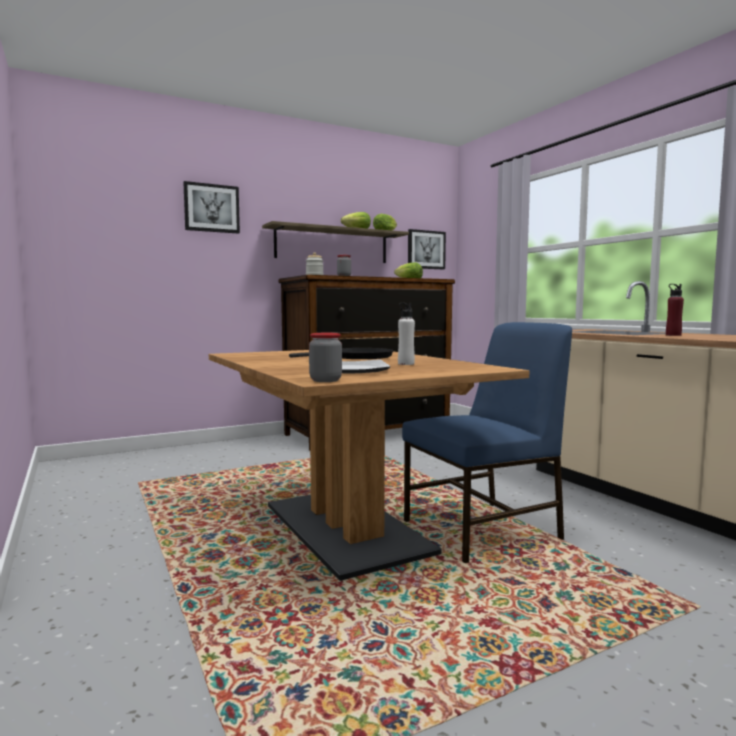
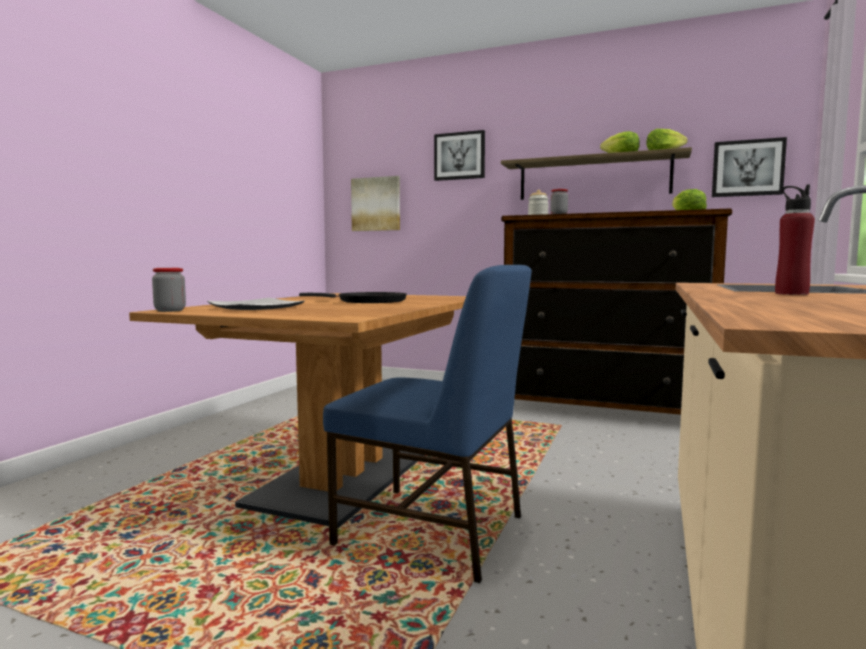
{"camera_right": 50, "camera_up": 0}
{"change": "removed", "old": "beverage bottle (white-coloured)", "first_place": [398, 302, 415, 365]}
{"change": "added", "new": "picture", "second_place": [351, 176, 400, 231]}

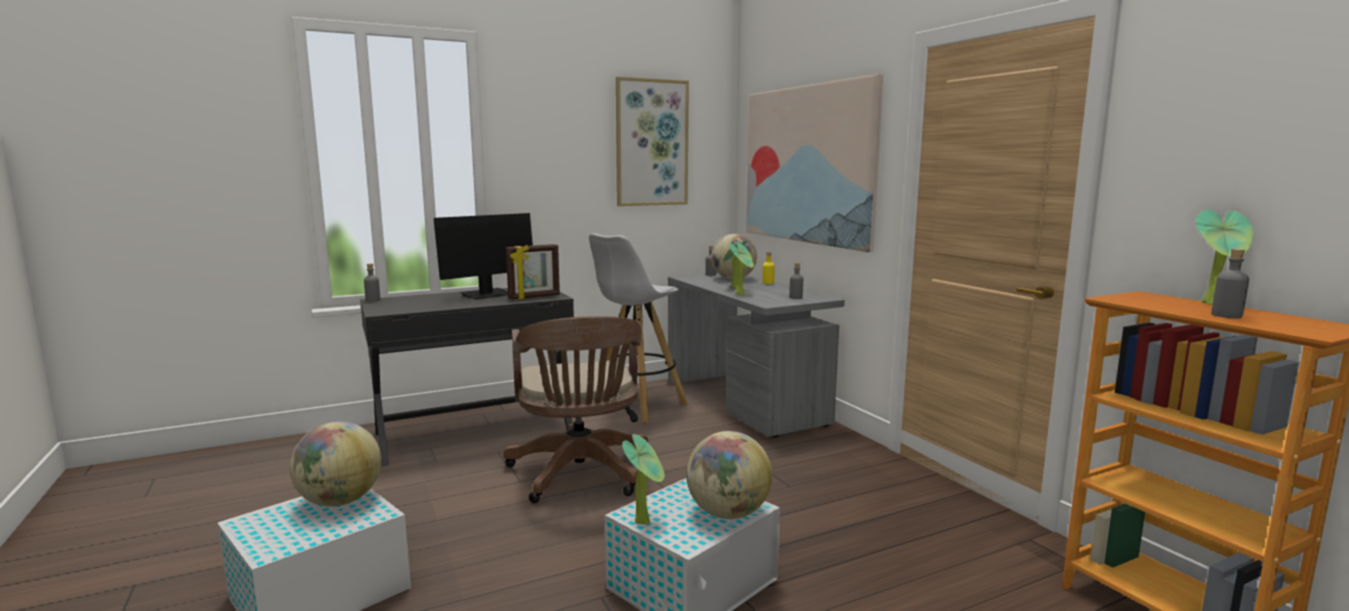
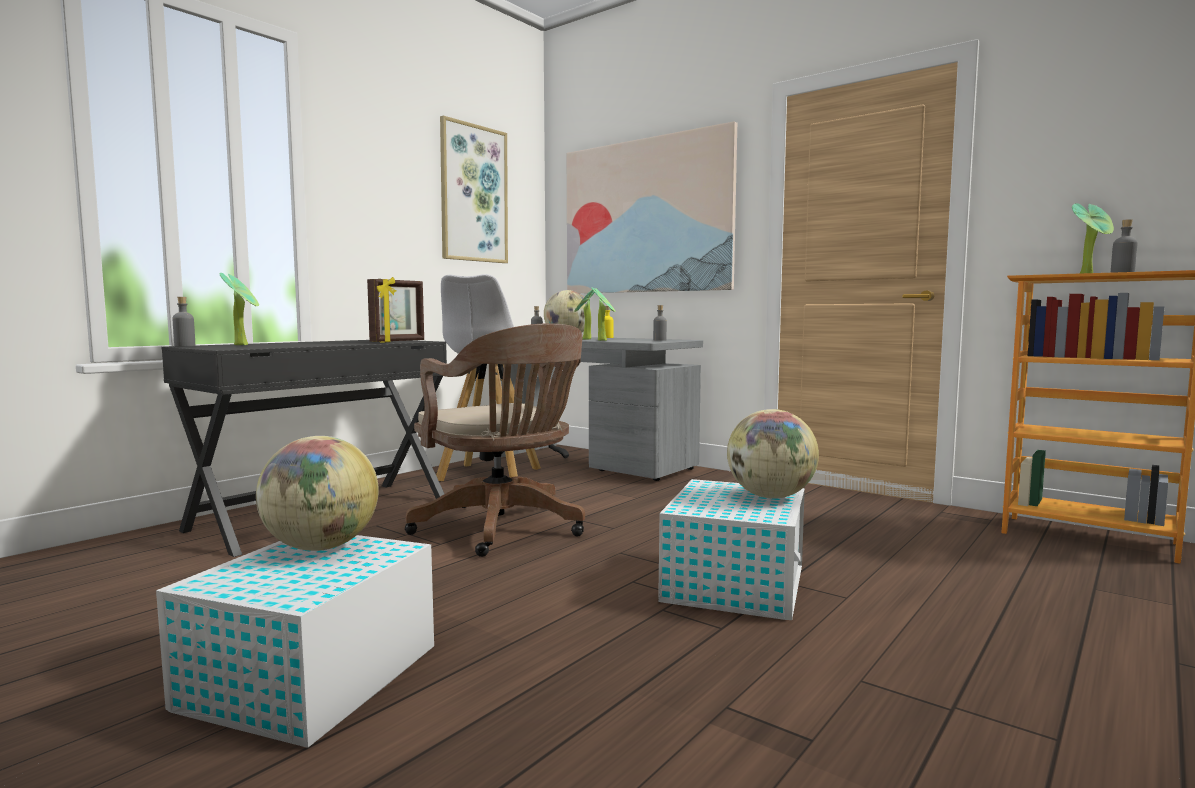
{"camera_right": -25, "camera_up": -5}
{"change": "removed", "old": "computer screen", "first_place": [434, 213, 533, 299]}
{"change": "moved", "old": "houseplant", "first_place": [622, 434, 665, 525], "second_place": [219, 273, 259, 345]}

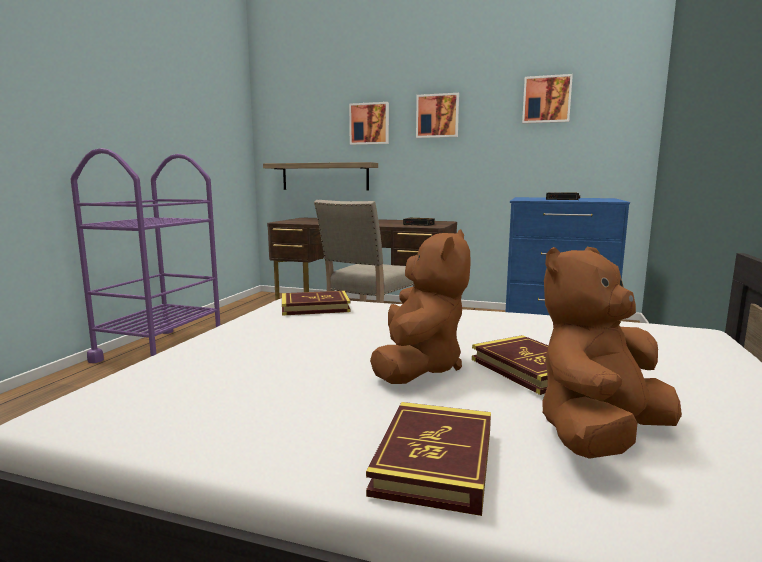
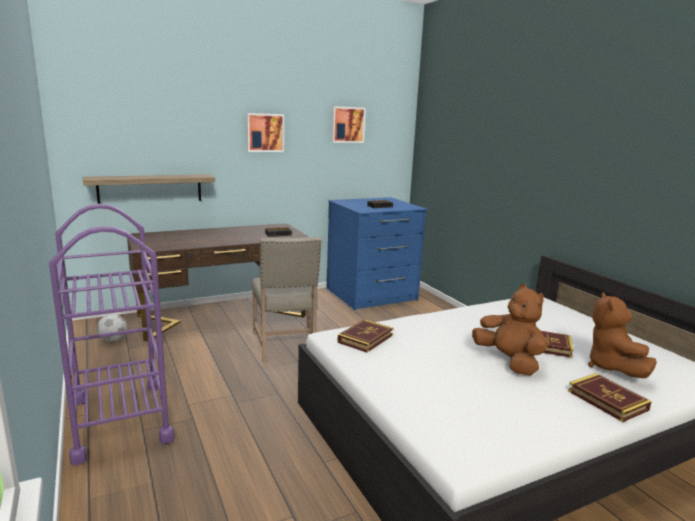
{"camera_right": -45, "camera_up": 5}
{"change": "removed", "old": "picture", "first_place": [349, 102, 389, 145]}
{"change": "added", "new": "football ball", "second_place": [97, 314, 127, 342]}

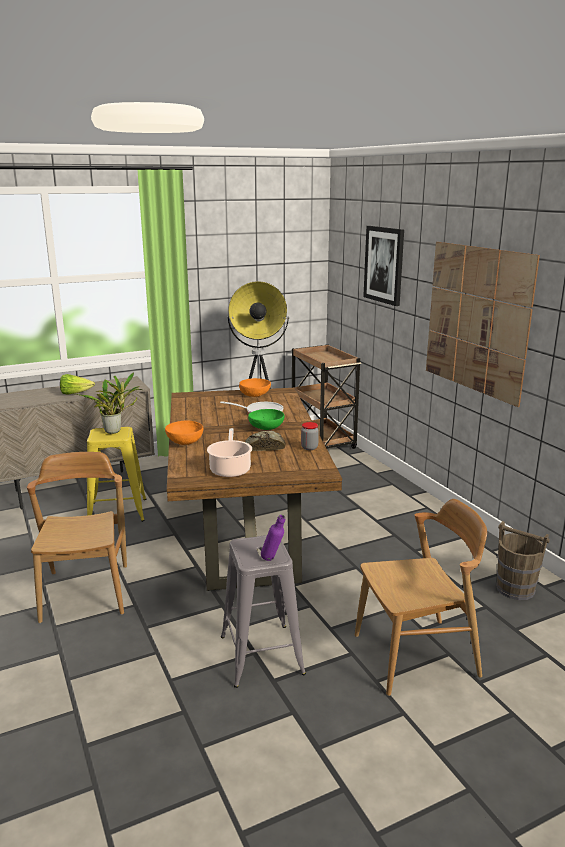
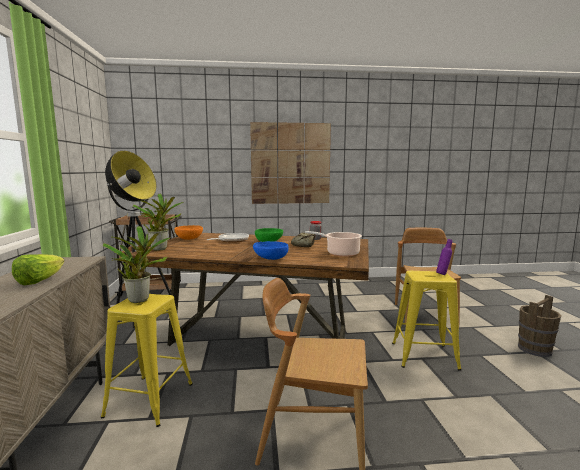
{"camera_right": -70, "camera_up": -10}
{"change": "removed", "old": "picture", "first_place": [363, 226, 404, 306]}
{"change": "recoloured", "old": "bowl (orange-coloured)", "new": "bowl (blue-coloured)", "first_place": [165, 421, 203, 445], "second_place": [253, 241, 289, 260]}
{"change": "moved", "old": "water bucket (brownish)", "first_place": [496, 521, 550, 600], "second_place": [518, 295, 561, 357]}
{"change": "recoloured", "old": "stool (greyish)", "new": "stool (yellow)", "first_place": [221, 535, 306, 688], "second_place": [392, 271, 461, 371]}
{"change": "added", "new": "houseplant", "second_place": [133, 194, 183, 251]}

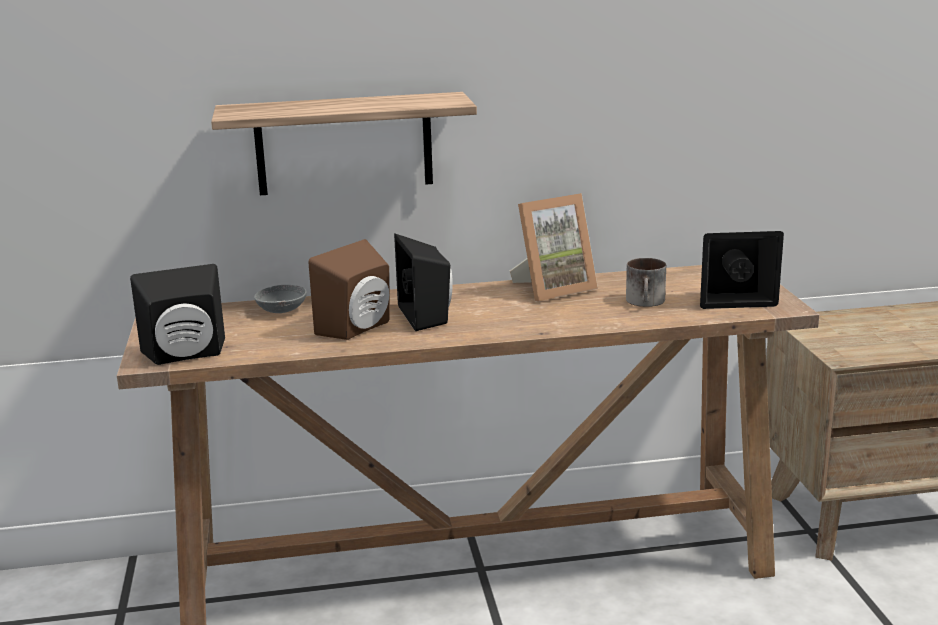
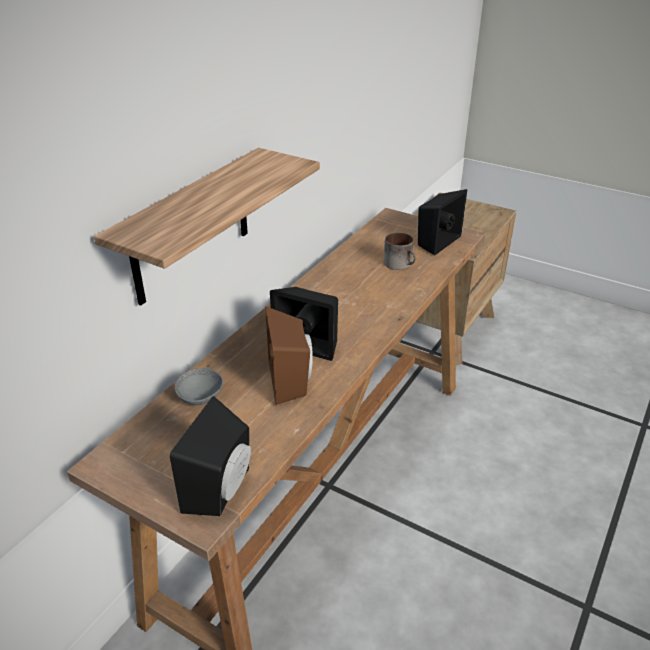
{"camera_right": -50, "camera_up": 15}
{"change": "removed", "old": "photo frame", "first_place": [510, 193, 598, 301]}

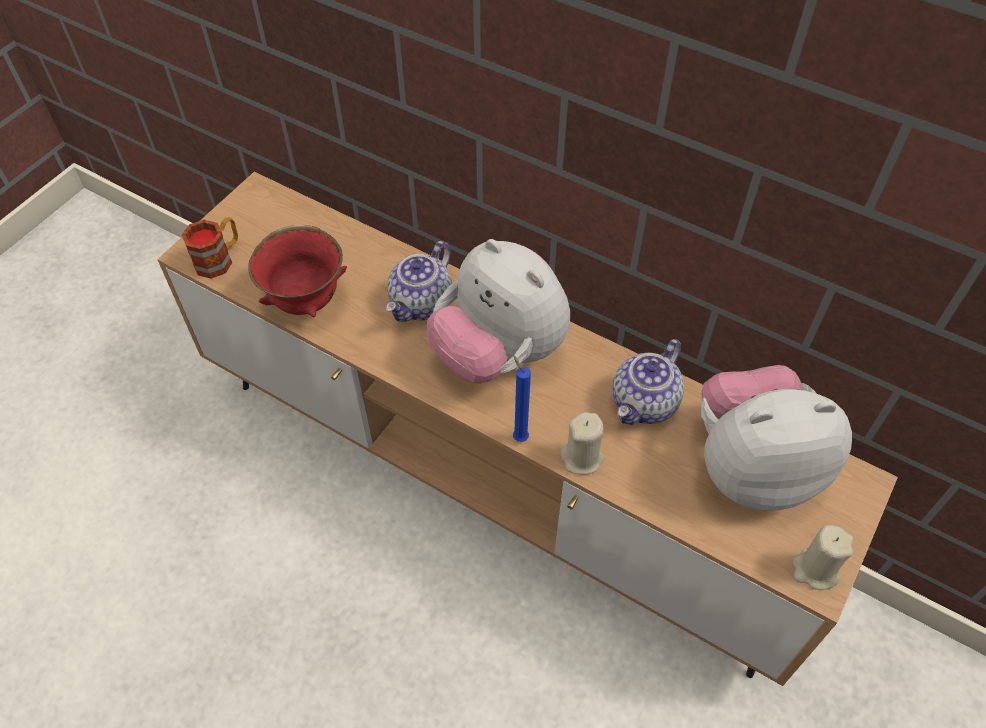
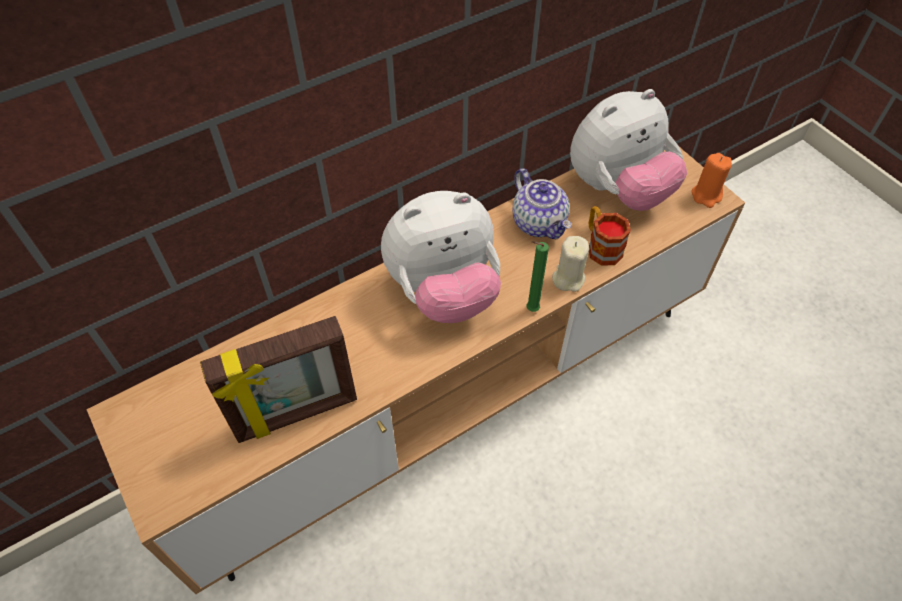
{"camera_right": -65, "camera_up": 0}
{"change": "moved", "old": "mug", "first_place": [181, 217, 238, 279], "second_place": [589, 206, 631, 266]}
{"change": "replaced", "old": "bowl (reddish)", "new": "photo frame", "first_place": [248, 225, 347, 317], "second_place": [200, 316, 357, 443]}
{"change": "removed", "old": "tea pot", "first_place": [386, 241, 452, 322]}
{"change": "recoloured", "old": "candle (blue-coloured)", "new": "candle (green)", "first_place": [513, 355, 531, 442], "second_place": [526, 241, 549, 312]}
{"change": "turned", "old": "soft toy", "first_place": [701, 365, 852, 511], "second_place": [570, 89, 687, 211], "degrees": -135}
{"change": "recoloured", "old": "candle (beige-coloured)", "new": "candle (orange-coloured)", "first_place": [792, 525, 853, 590], "second_place": [691, 153, 732, 208]}

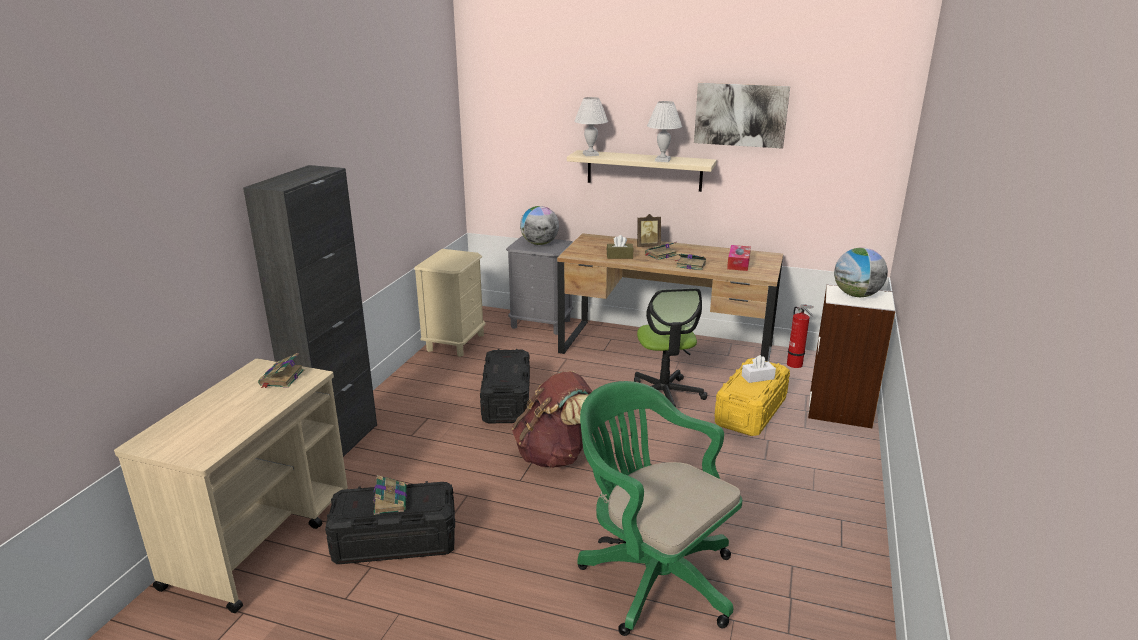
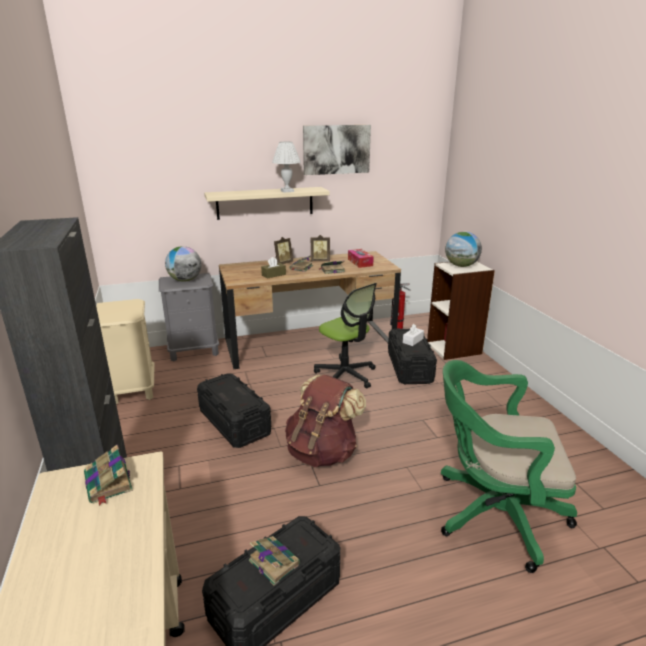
{"camera_right": -35, "camera_up": 0}
{"change": "removed", "old": "lamp for a table (white-coloured)", "first_place": [574, 97, 608, 156]}
{"change": "recoloured", "old": "storage container (yellow)", "new": "storage container (black)", "first_place": [714, 358, 790, 436], "second_place": [388, 328, 437, 384]}
{"change": "added", "new": "photo frame", "second_place": [311, 235, 330, 262]}

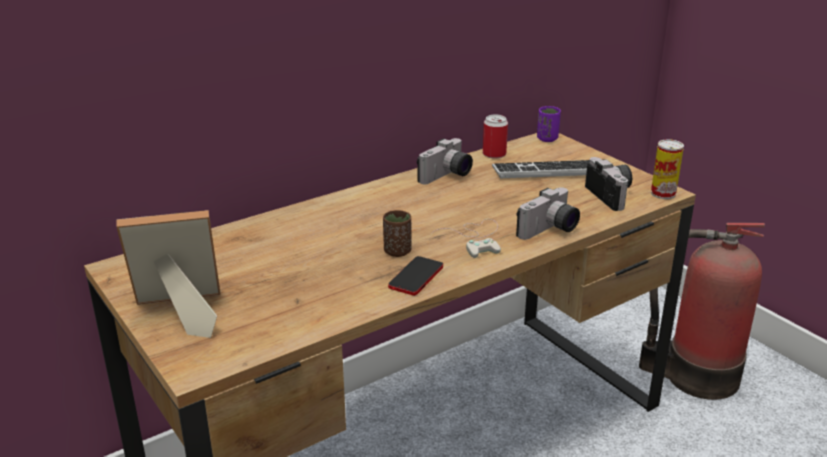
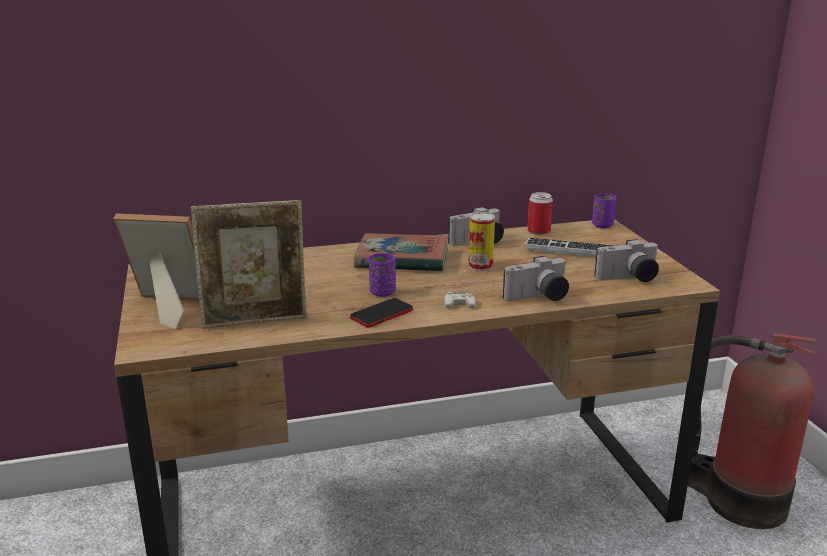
{"camera_right": 20, "camera_up": -5}
{"change": "moved", "old": "can", "first_place": [651, 139, 684, 199], "second_place": [468, 212, 495, 271]}
{"change": "turned", "old": "still camera", "first_place": [585, 157, 632, 211], "second_place": [594, 239, 659, 282], "degrees": 75}
{"change": "recoloured", "old": "cup (brownish)", "new": "cup (purplish)", "first_place": [383, 210, 412, 257], "second_place": [369, 253, 396, 297]}
{"change": "added", "new": "photo frame", "second_place": [191, 200, 307, 329]}
{"change": "added", "new": "volume", "second_place": [354, 233, 448, 272]}

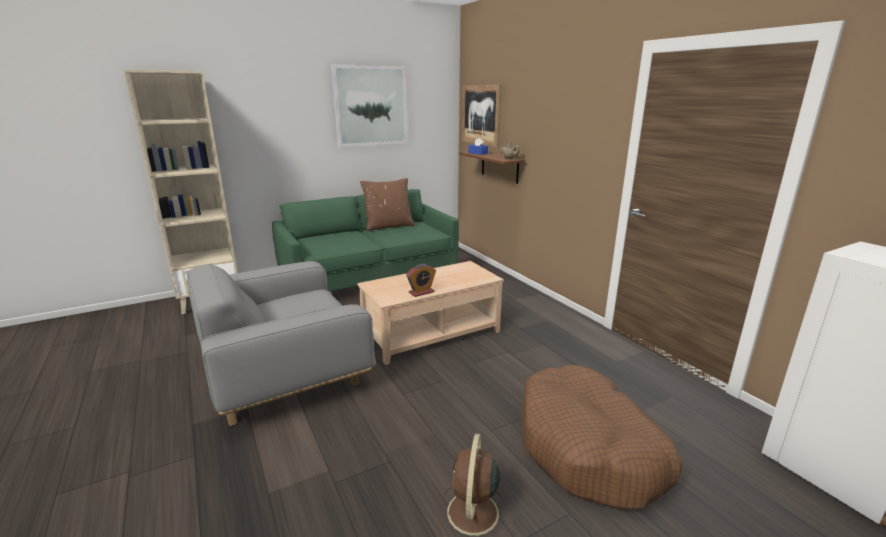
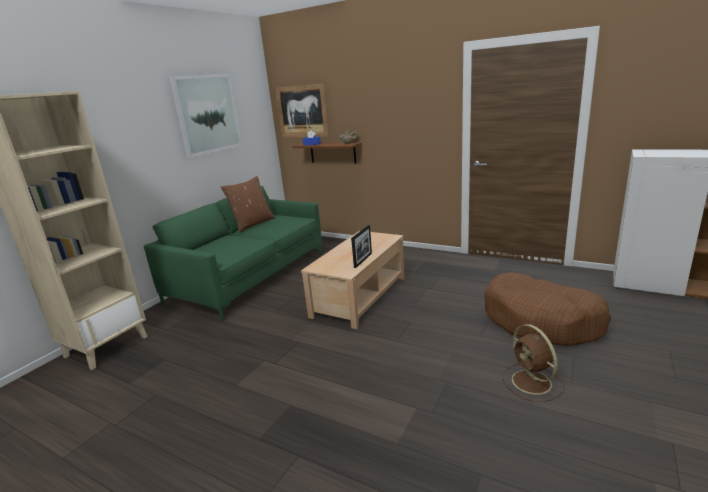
{"camera_right": -30, "camera_up": 0}
{"change": "removed", "old": "easy chair (greyish)", "first_place": [187, 261, 376, 426]}
{"change": "replaced", "old": "alarm clock", "new": "photo frame", "first_place": [406, 264, 436, 297], "second_place": [351, 225, 372, 268]}

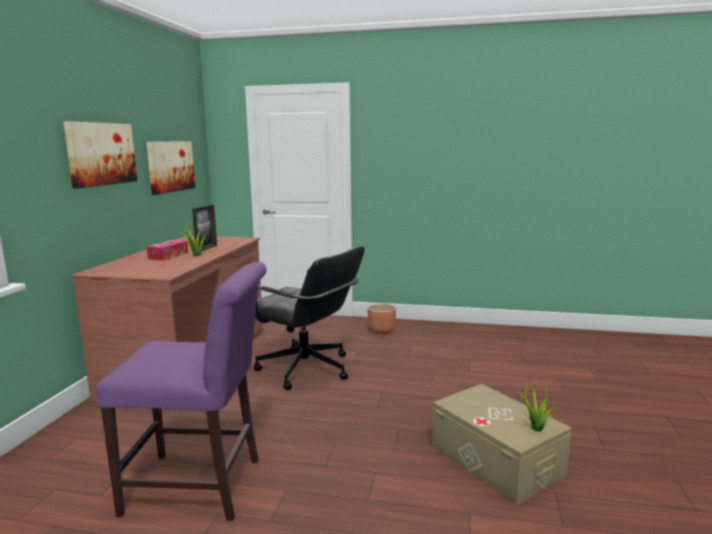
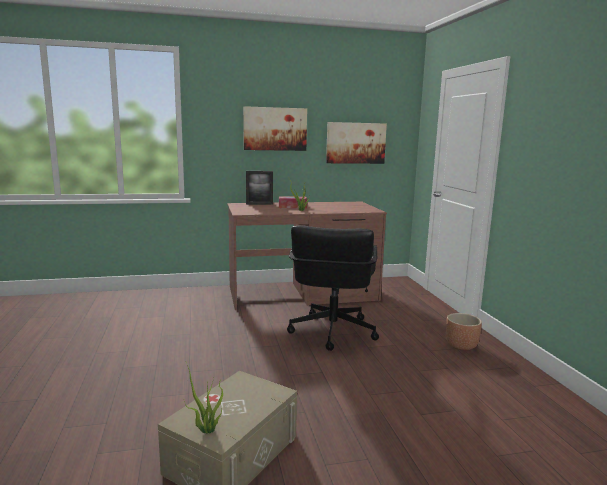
{"camera_right": 65, "camera_up": 0}
{"change": "moved", "old": "photo frame", "first_place": [192, 204, 217, 252], "second_place": [246, 171, 273, 205]}
{"change": "removed", "old": "chair (purplish)", "first_place": [96, 262, 266, 521]}

